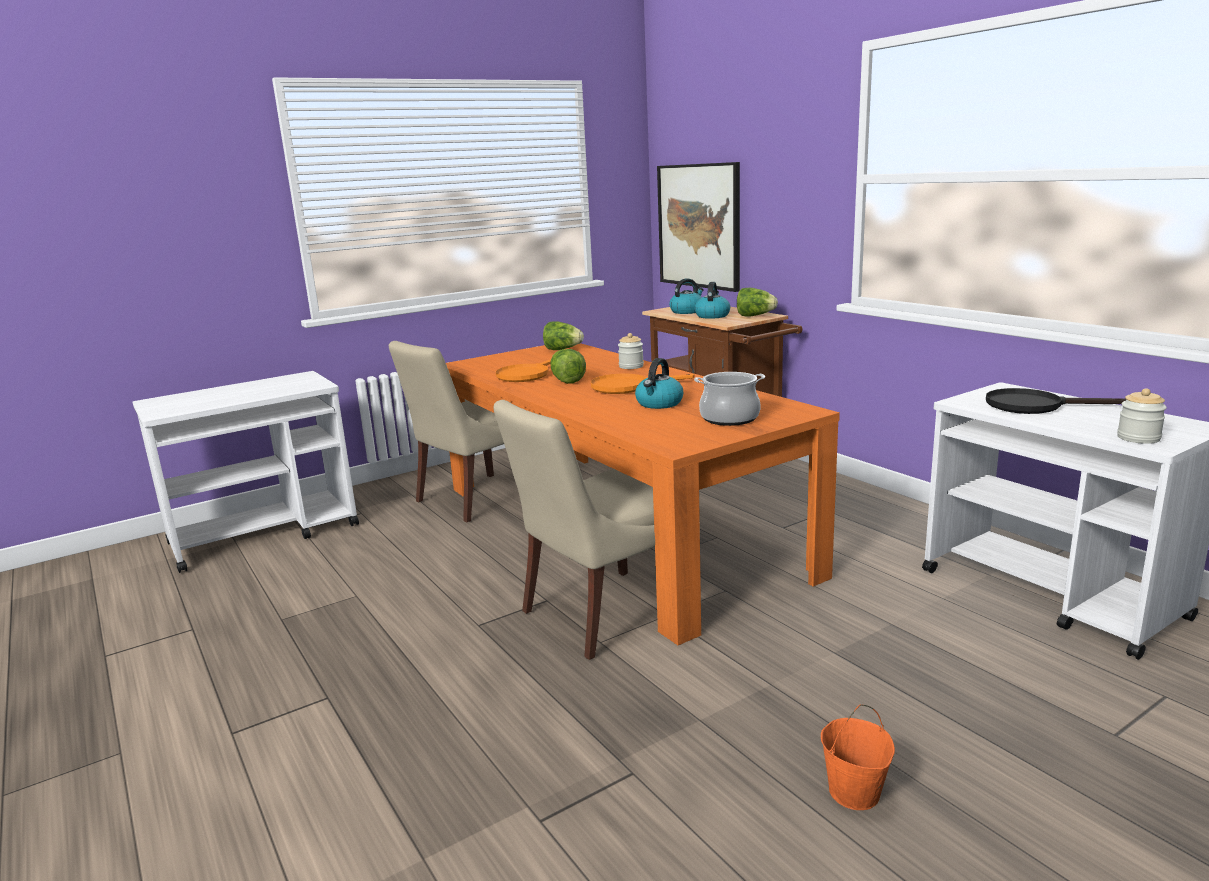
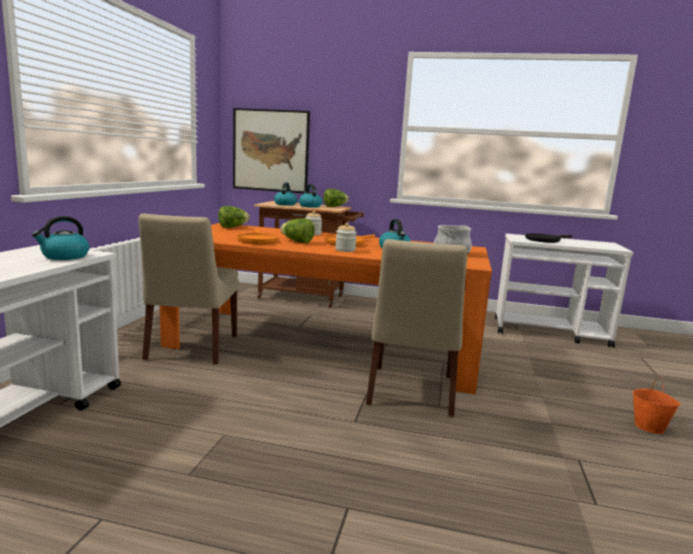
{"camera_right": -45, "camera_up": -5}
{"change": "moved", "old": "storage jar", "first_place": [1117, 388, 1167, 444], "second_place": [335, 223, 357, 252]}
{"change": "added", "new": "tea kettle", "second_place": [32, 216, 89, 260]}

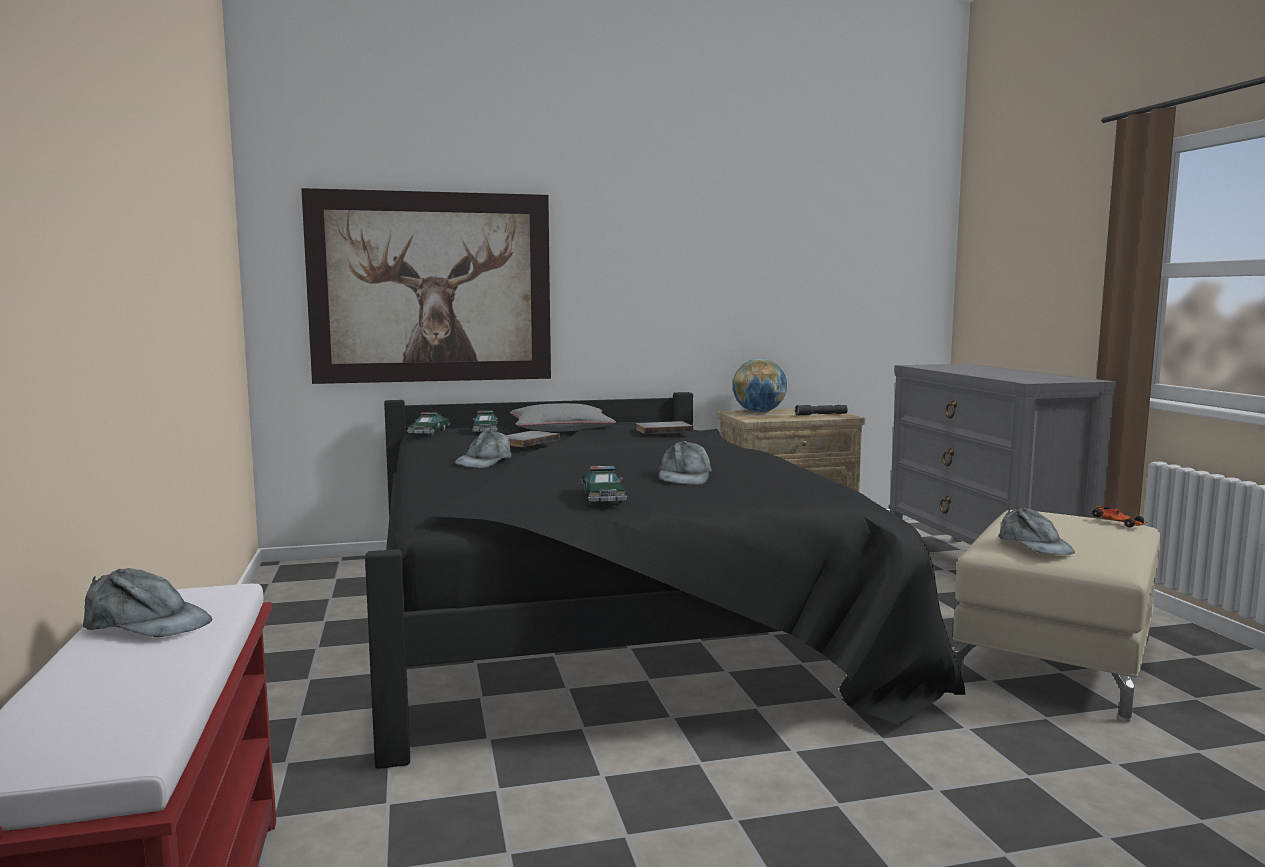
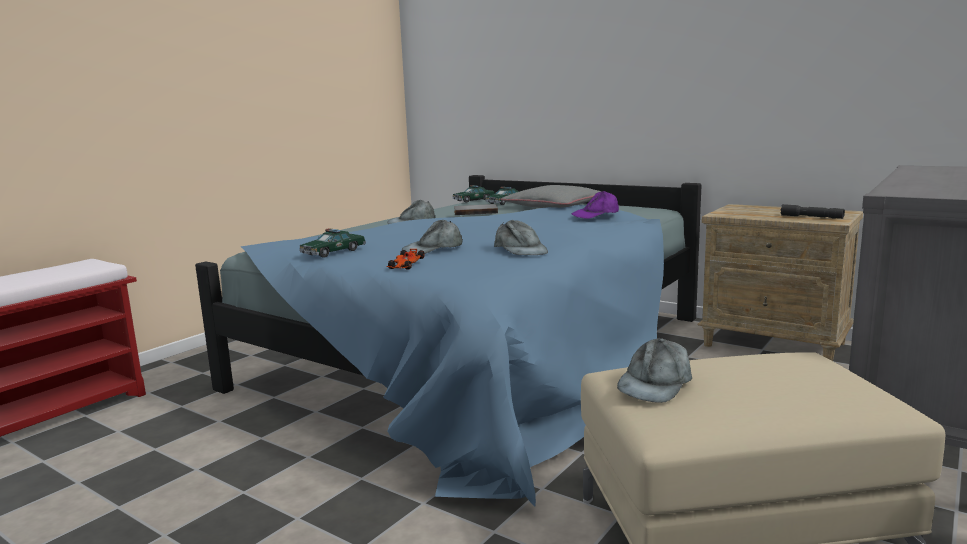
{"camera_right": 50, "camera_up": 5}
{"change": "removed", "old": "picture", "first_place": [301, 188, 551, 384]}
{"change": "removed", "old": "desk globe", "first_place": [733, 358, 787, 413]}
{"change": "recoloured", "old": "bed (black)", "new": "bed (blue-coloured)", "first_place": [365, 392, 965, 769], "second_place": [195, 175, 702, 506]}
{"change": "replaced", "old": "volume (greyish)", "new": "baseball cap (purplish)", "first_place": [636, 421, 693, 434], "second_place": [572, 191, 619, 219]}
{"change": "moved", "old": "miniature car", "first_place": [1092, 506, 1147, 528], "second_place": [386, 249, 425, 270]}
{"change": "moved", "old": "baseball cap (greyish)", "first_place": [83, 568, 212, 637], "second_place": [494, 220, 548, 255]}

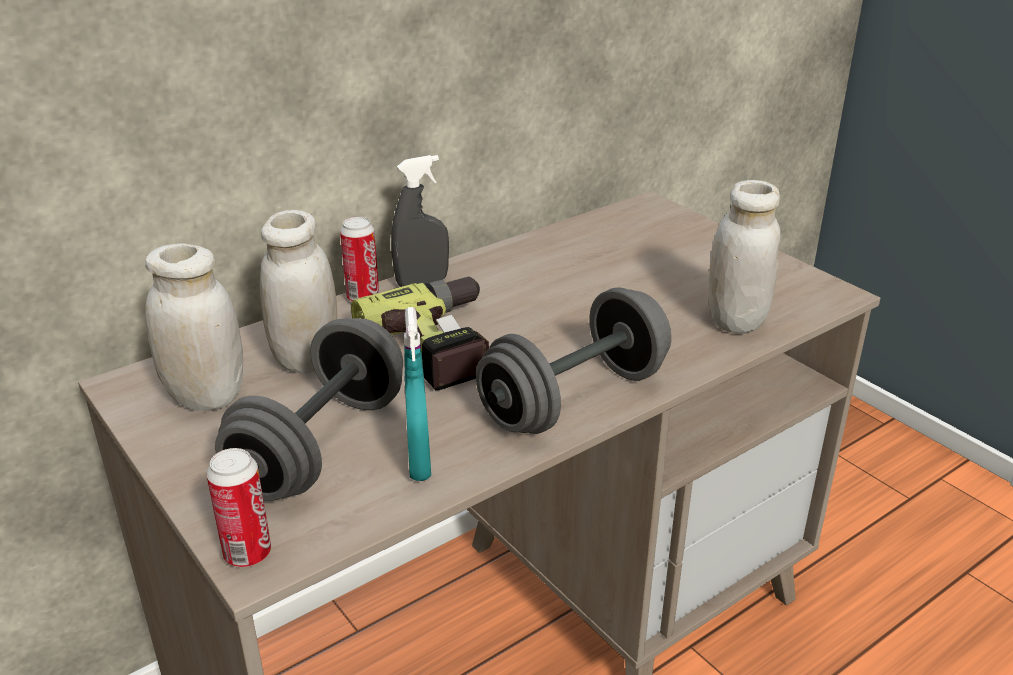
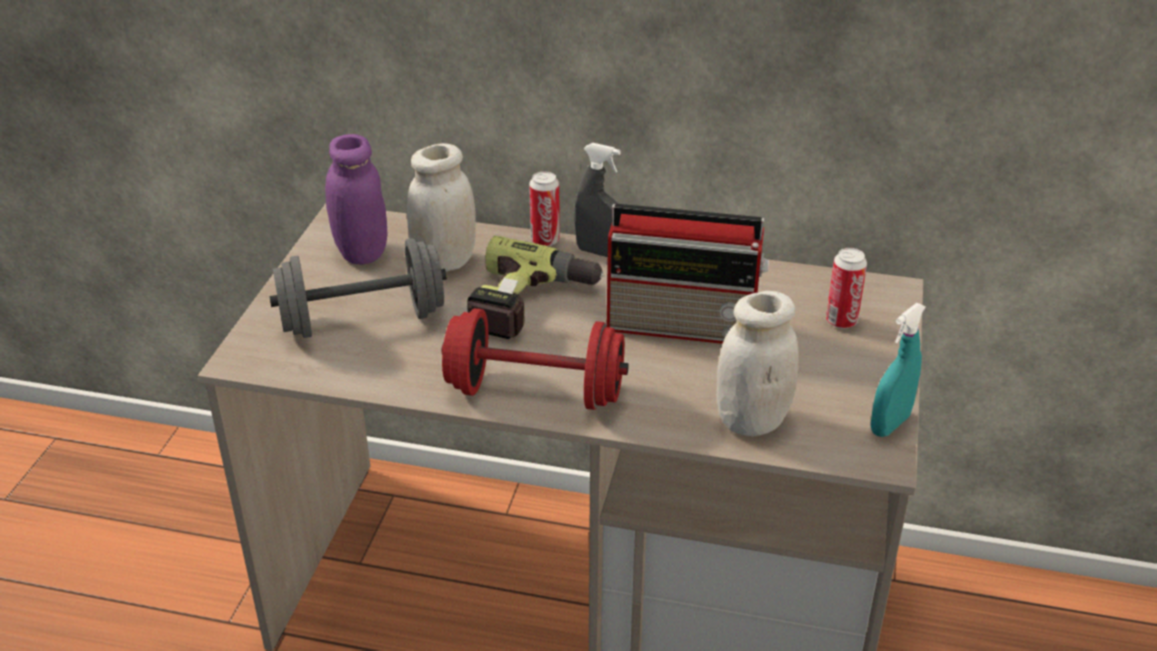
{"camera_right": 50, "camera_up": 5}
{"change": "recoloured", "old": "storage jar (white-coloured)", "new": "storage jar (purplish)", "first_place": [145, 243, 243, 411], "second_place": [325, 134, 388, 265]}
{"change": "recoloured", "old": "hand weight (greyish)", "new": "hand weight (reddish)", "first_place": [476, 287, 671, 434], "second_place": [442, 308, 629, 410]}
{"change": "moved", "old": "spray bottle (turquoise)", "first_place": [404, 307, 431, 481], "second_place": [871, 303, 926, 437]}
{"change": "moved", "old": "can", "first_place": [206, 448, 271, 567], "second_place": [826, 248, 867, 329]}
{"change": "added", "new": "radio", "second_place": [607, 204, 769, 344]}

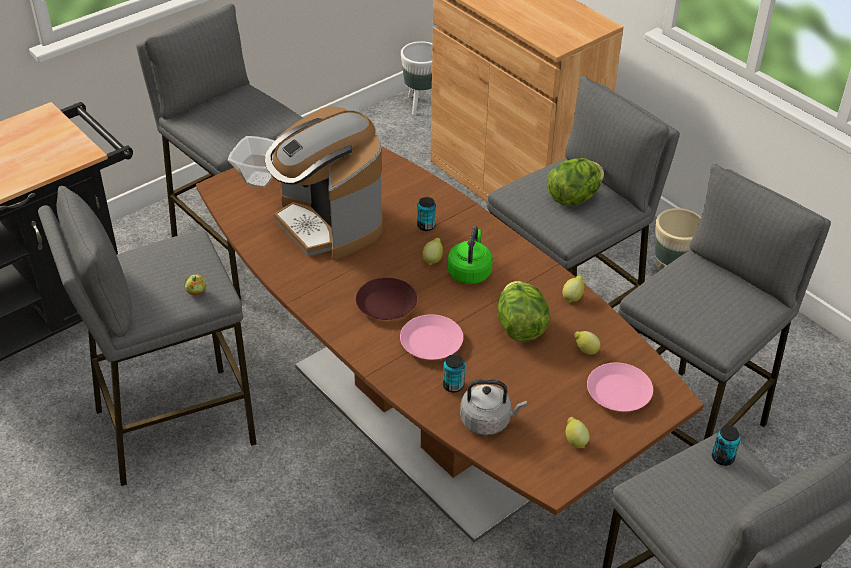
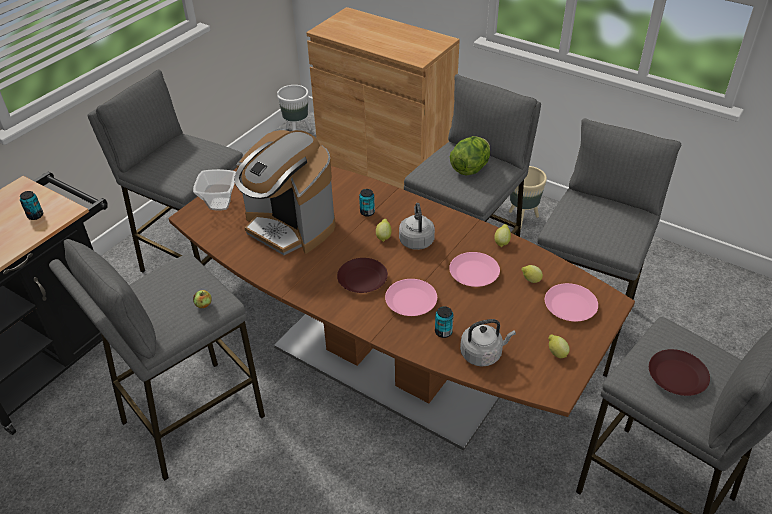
{"camera_right": -15, "camera_up": 0}
{"change": "recoloured", "old": "tea kettle (green)", "new": "tea kettle (greyish)", "first_place": [448, 226, 492, 284], "second_place": [399, 203, 435, 250]}
{"change": "replaced", "old": "head of lettuce", "new": "dinner plate (pink)", "first_place": [498, 281, 550, 341], "second_place": [449, 252, 500, 287]}
{"change": "moved", "old": "can", "first_place": [712, 426, 741, 466], "second_place": [20, 191, 43, 220]}
{"change": "added", "new": "dinner plate (brownish)", "second_place": [649, 349, 710, 396]}

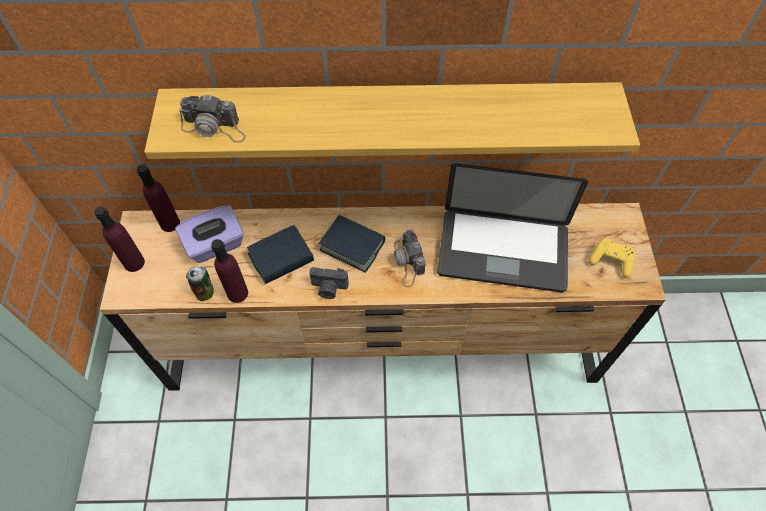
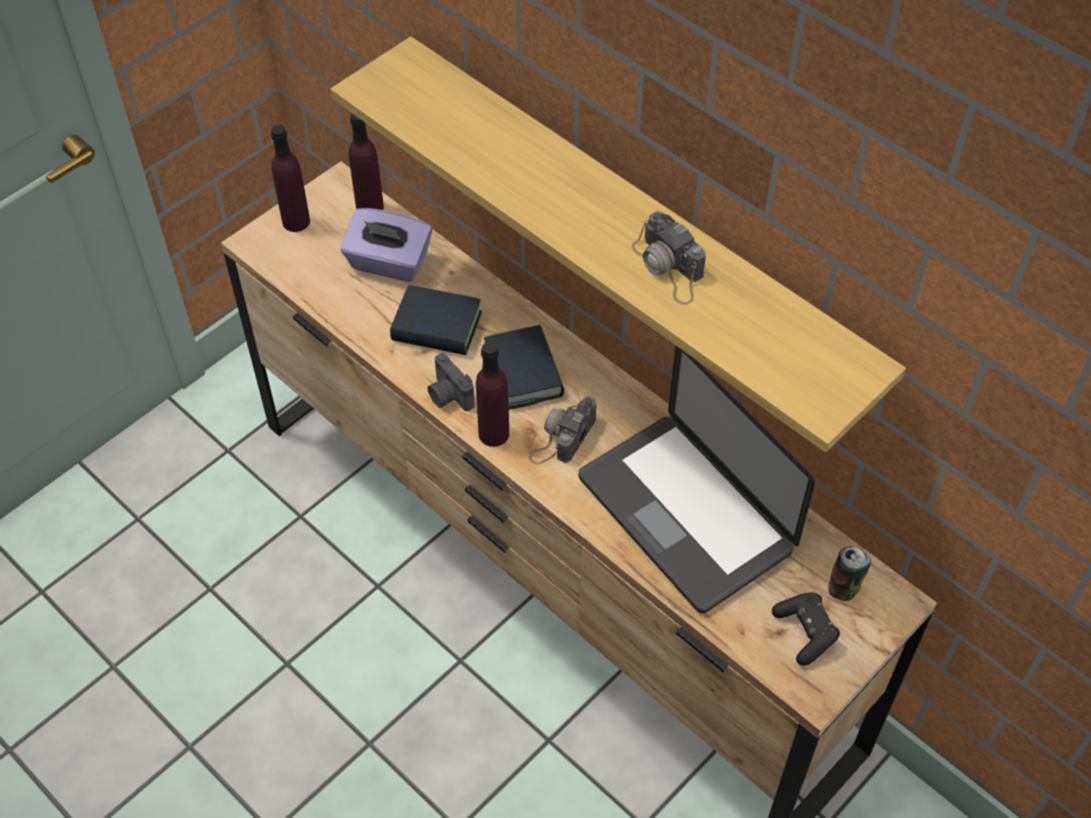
{"camera_right": 45, "camera_up": -5}
{"change": "moved", "old": "still camera", "first_place": [179, 95, 246, 143], "second_place": [632, 211, 706, 305]}
{"change": "recoloured", "old": "game controller (yellow)", "new": "game controller (black)", "first_place": [589, 238, 635, 278], "second_place": [772, 592, 840, 666]}
{"change": "moved", "old": "beverage bottle (purplish)", "first_place": [211, 239, 248, 303], "second_place": [476, 342, 509, 447]}
{"change": "moved", "old": "can", "first_place": [186, 267, 214, 301], "second_place": [828, 546, 871, 601]}

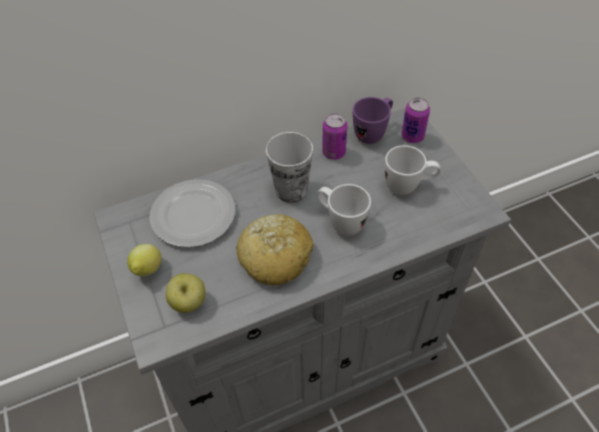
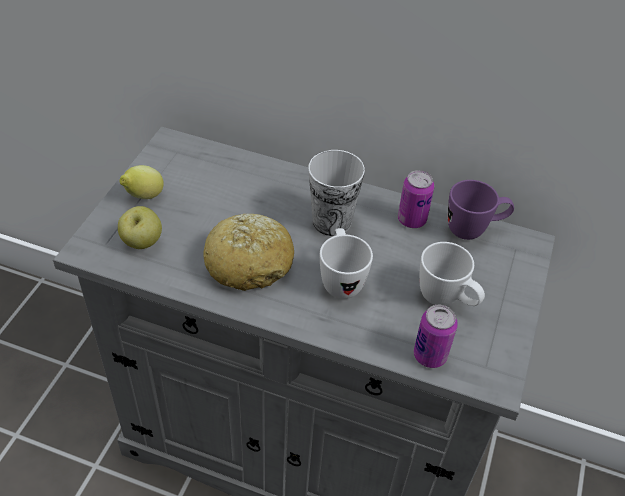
{"camera_right": 40, "camera_up": -5}
{"change": "moved", "old": "can", "first_place": [401, 98, 430, 143], "second_place": [414, 305, 458, 368]}
{"change": "removed", "old": "dinner plate", "first_place": [150, 179, 236, 248]}

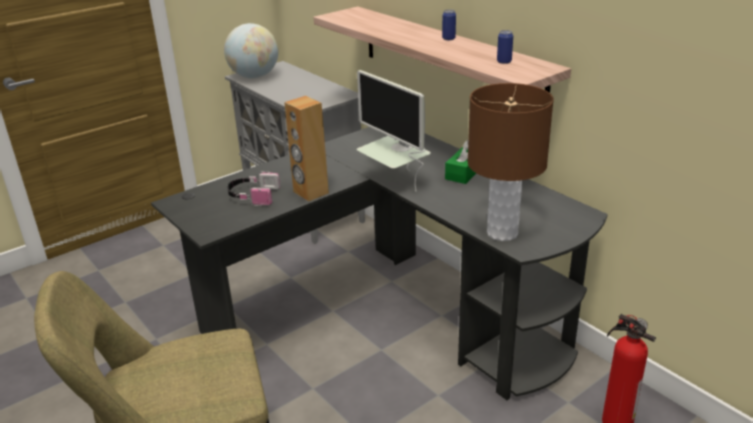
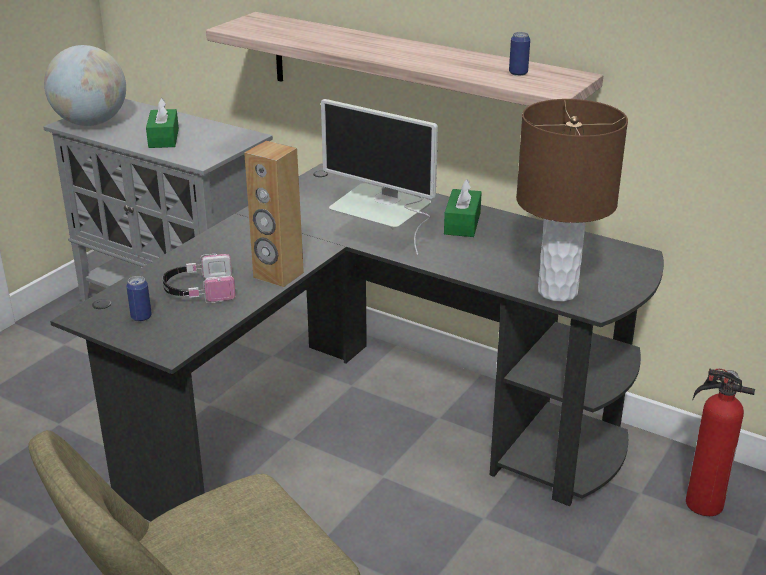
{"camera_right": -20, "camera_up": 0}
{"change": "moved", "old": "can", "first_place": [442, 9, 456, 40], "second_place": [126, 276, 152, 322]}
{"change": "added", "new": "box of tissues (green)", "second_place": [146, 98, 179, 148]}

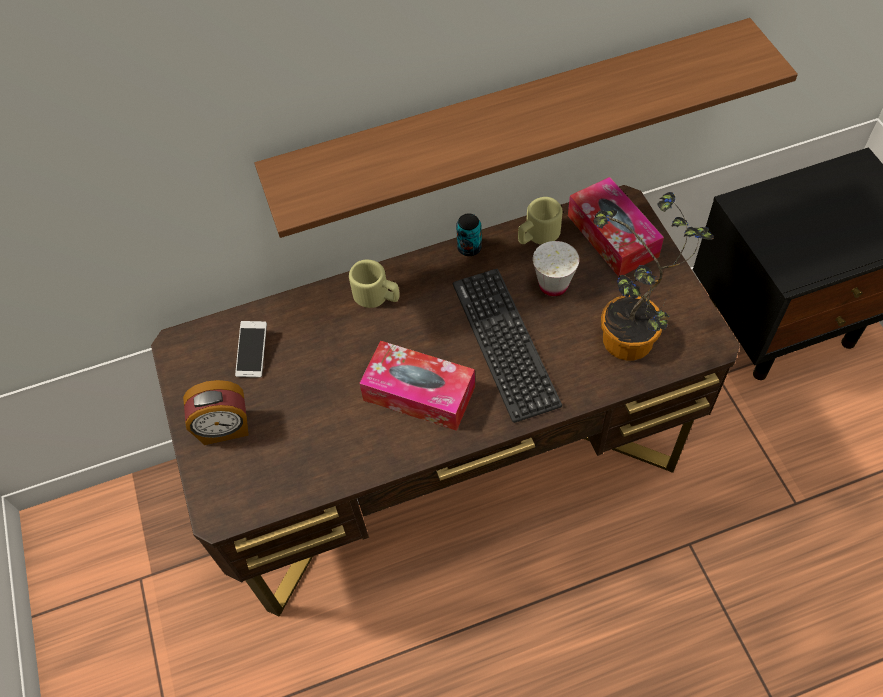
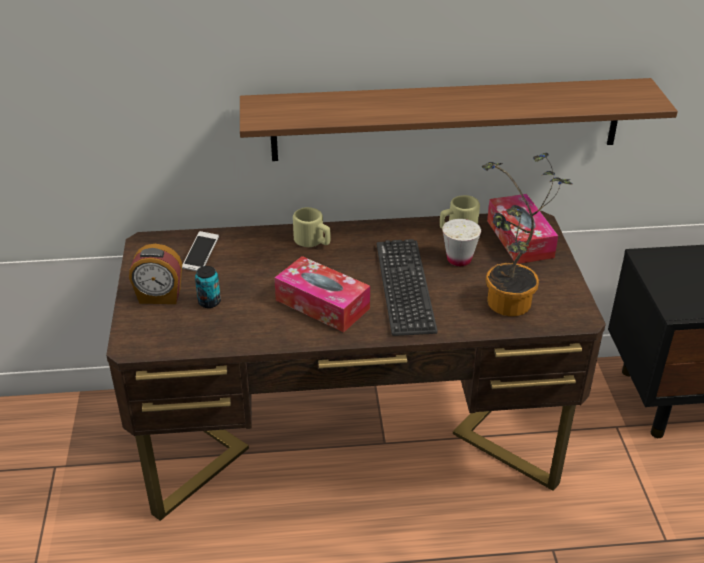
{"camera_right": 10, "camera_up": -20}
{"change": "moved", "old": "can", "first_place": [456, 213, 482, 256], "second_place": [195, 266, 221, 308]}

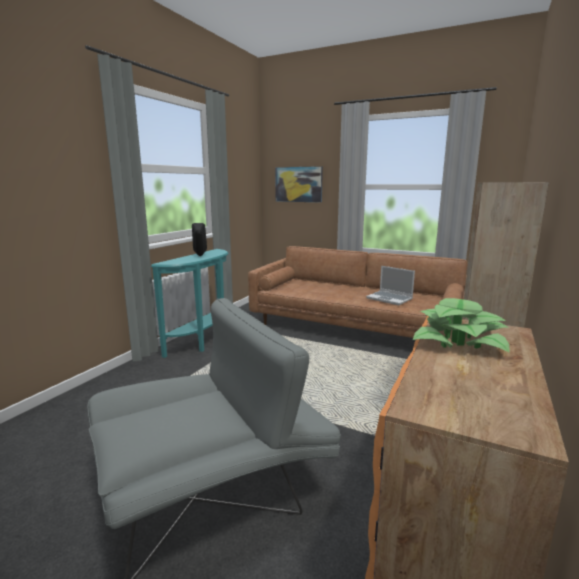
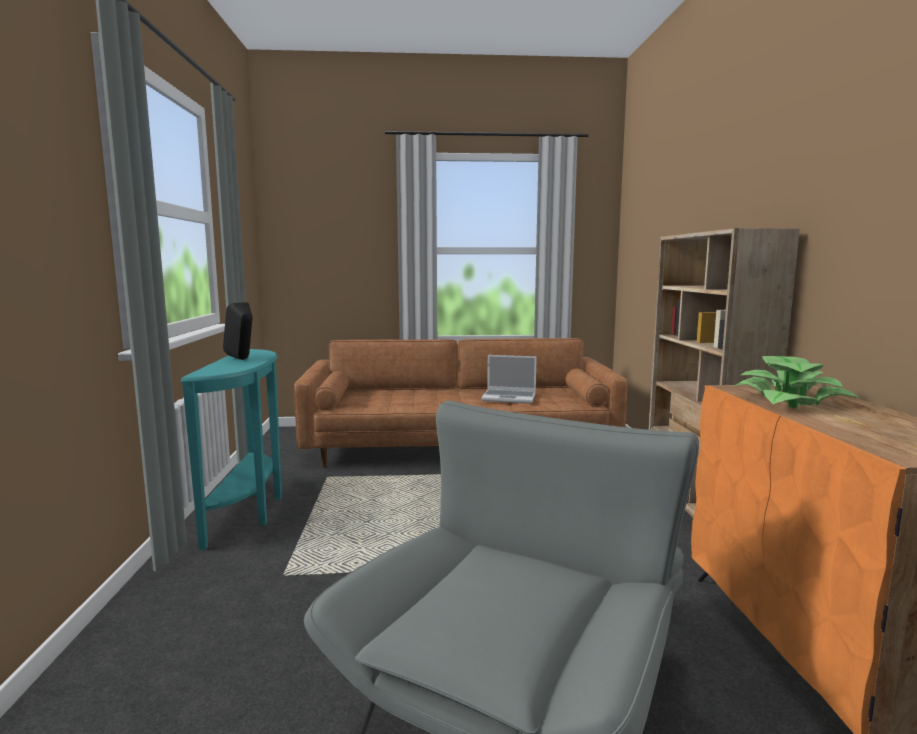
{"camera_right": -30, "camera_up": -5}
{"change": "removed", "old": "picture", "first_place": [275, 166, 323, 202]}

